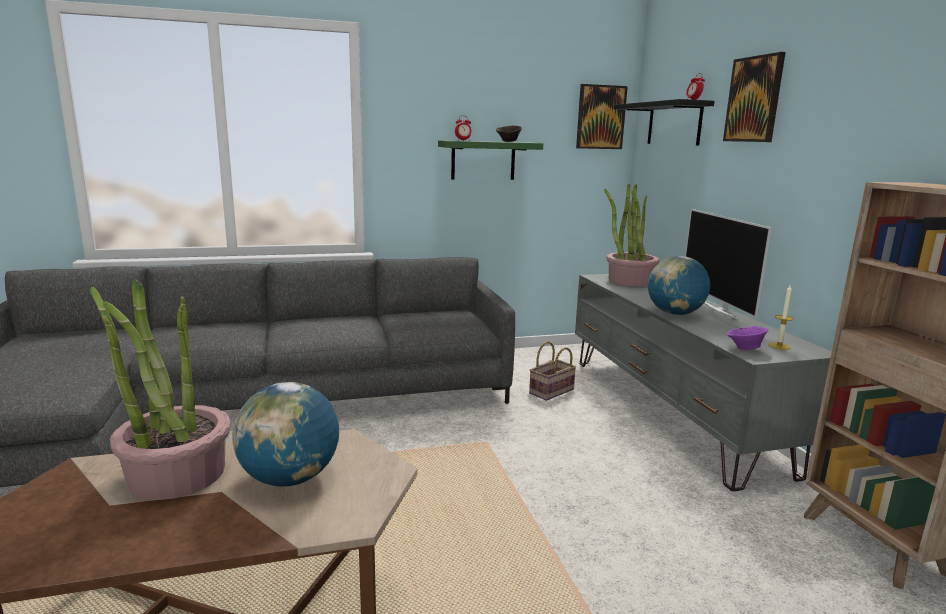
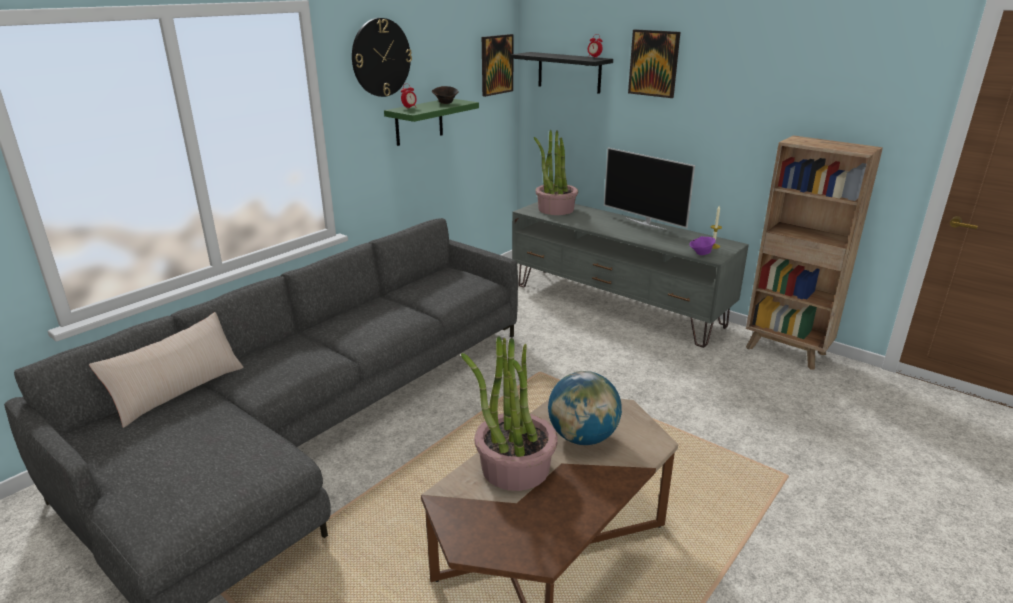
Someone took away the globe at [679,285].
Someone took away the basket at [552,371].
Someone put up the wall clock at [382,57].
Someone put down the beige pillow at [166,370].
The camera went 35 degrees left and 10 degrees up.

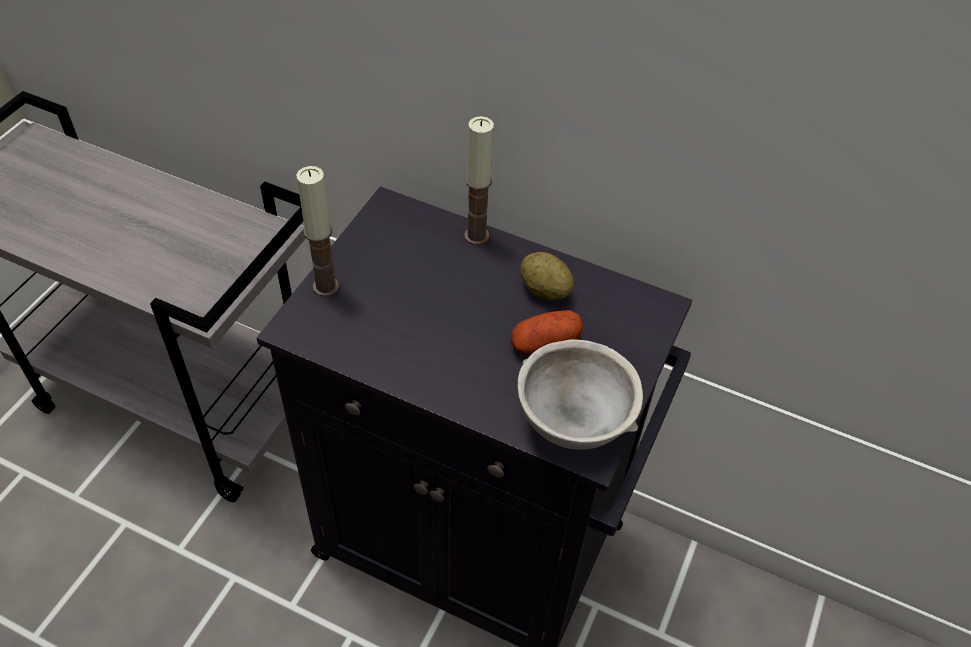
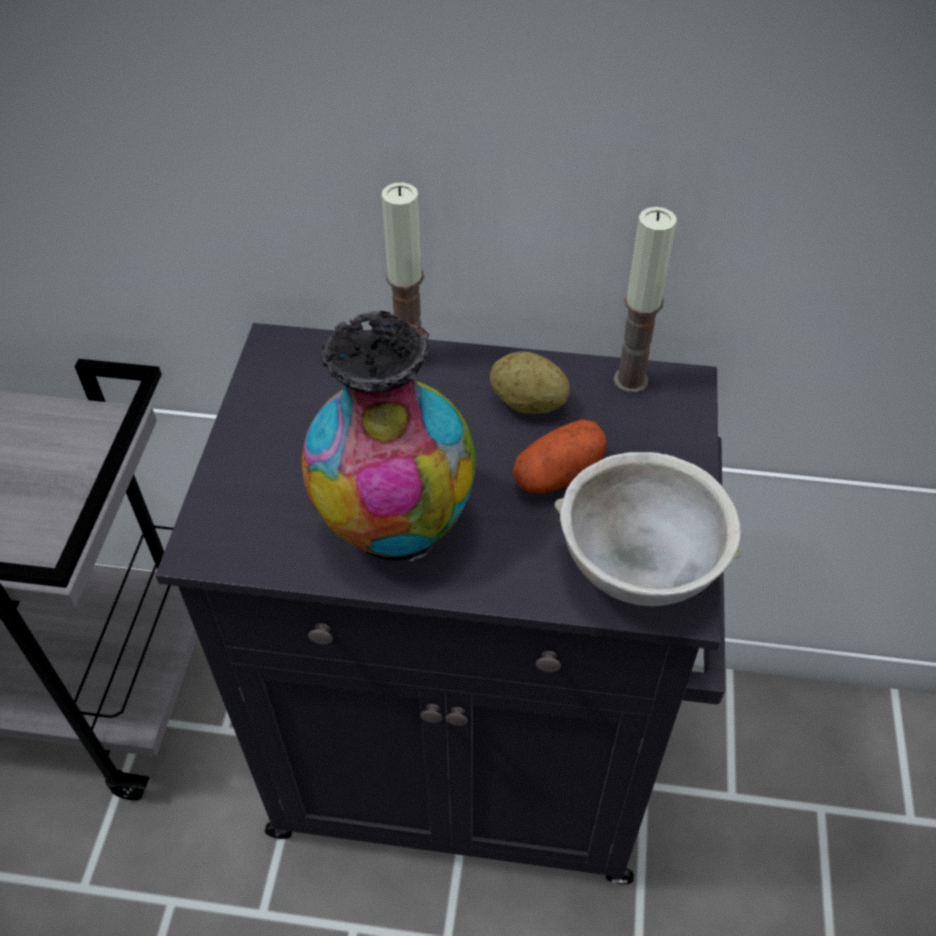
Someone carried the candle from [317,231] to [645,300].
Someone put down the vase at [389,436].
The camera went 15 degrees left and 0 degrees up.

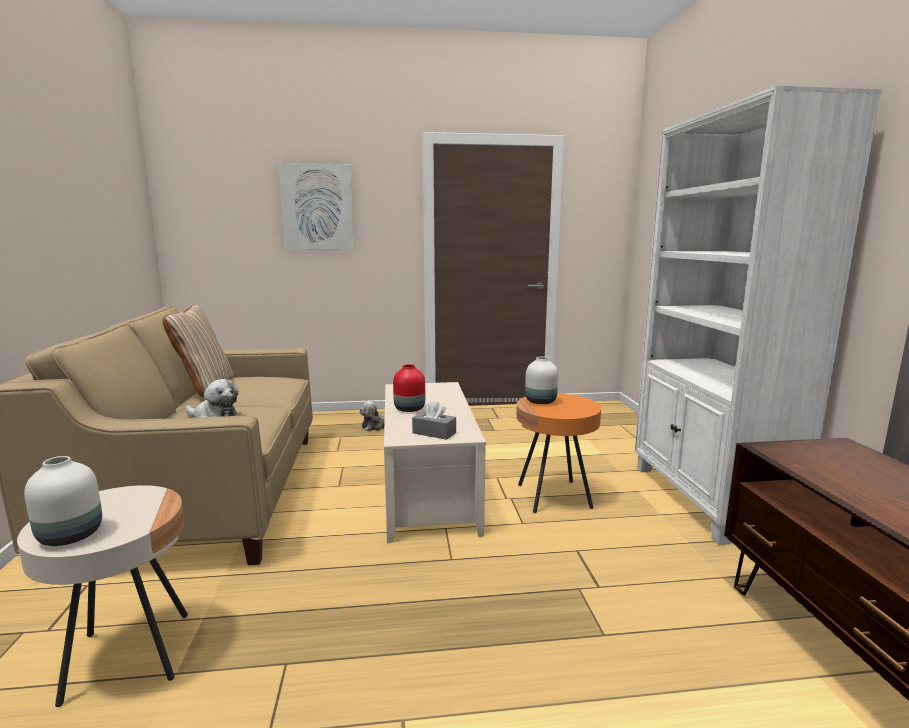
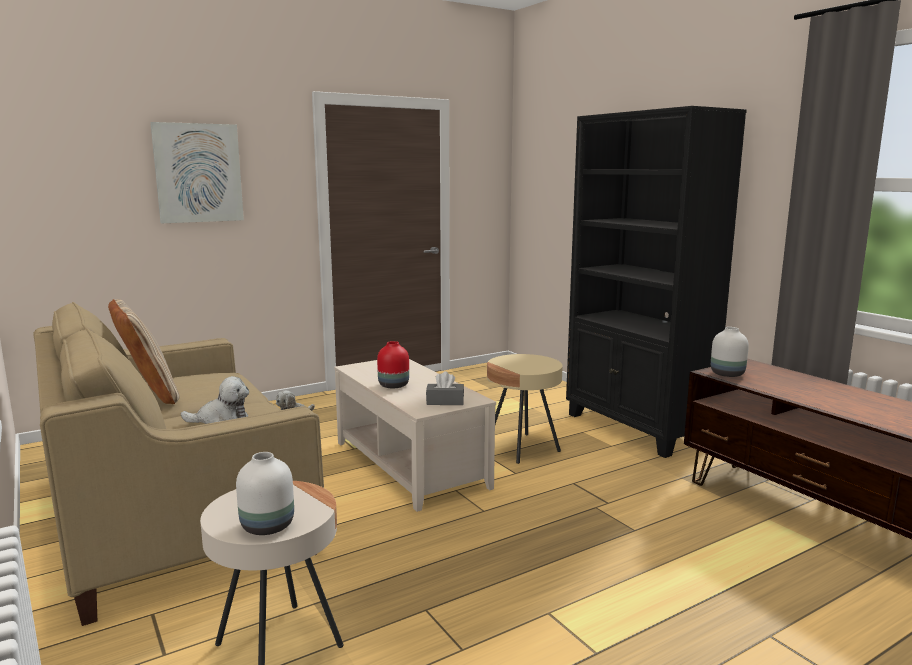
Someone repainted the white bookcase at [758,315], which became the black bookcase at [656,282].
Someone carried the white vase from [541,380] to [730,352].
Someone repainted the orange side table at [558,453], which became the beige side table at [525,409].
The camera went 25 degrees left and 0 degrees up.

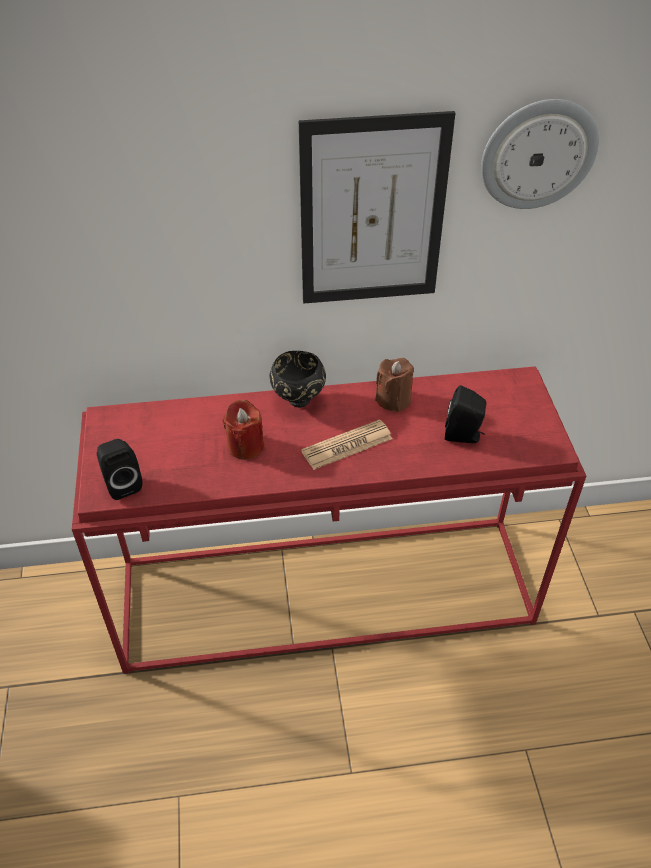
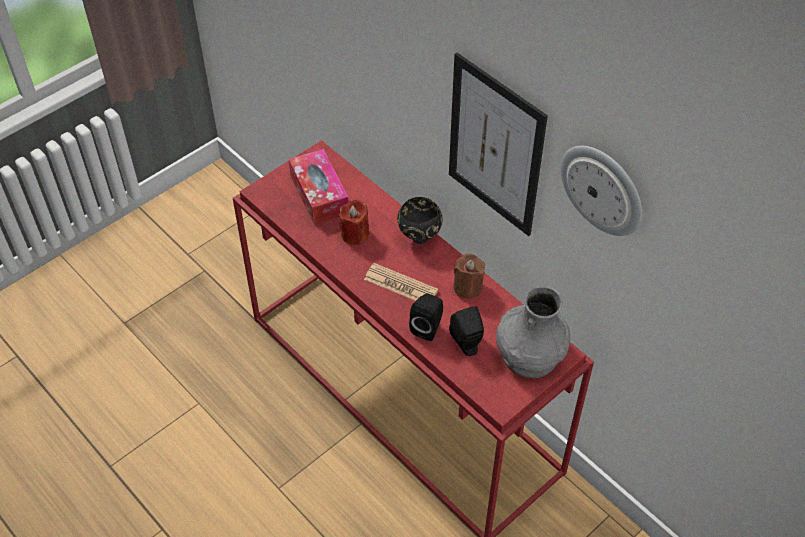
Someone carried the black speaker from [119,469] to [426,317].
Someone put down the tissue box at [319,186].
Someone put down the grey vase at [533,332].
The camera went 55 degrees right and 5 degrees up.

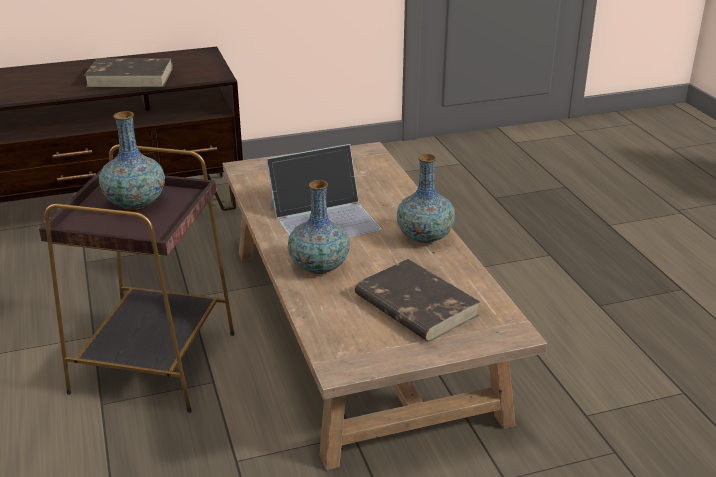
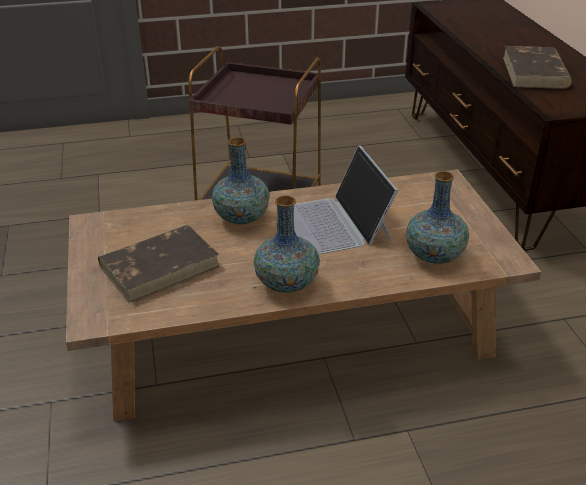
Someone carried the vase from [132,160] to [437,217].
The camera went 95 degrees right and 5 degrees up.

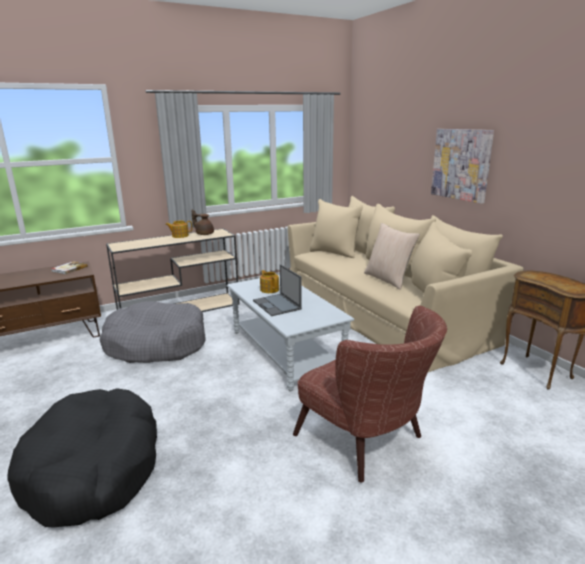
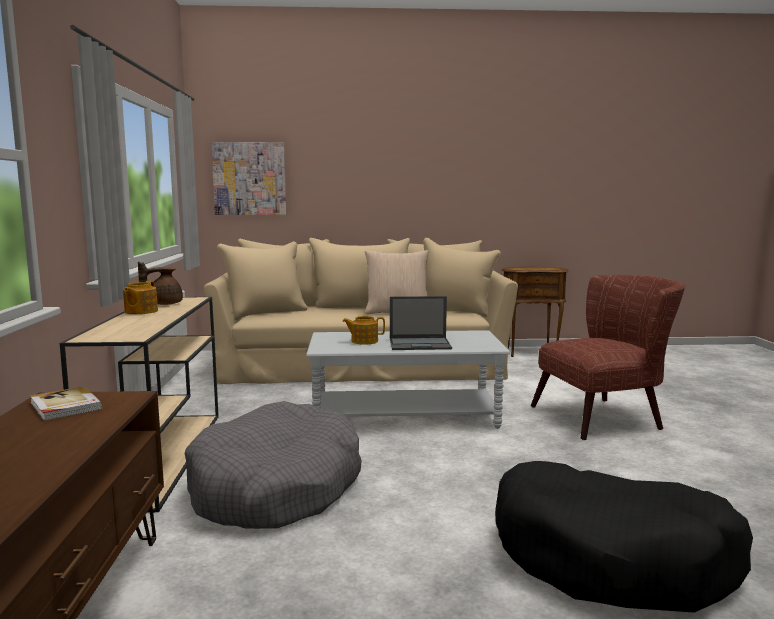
Someone carried the picture from [462,166] to [248,178].
The camera went 65 degrees left and 10 degrees down.

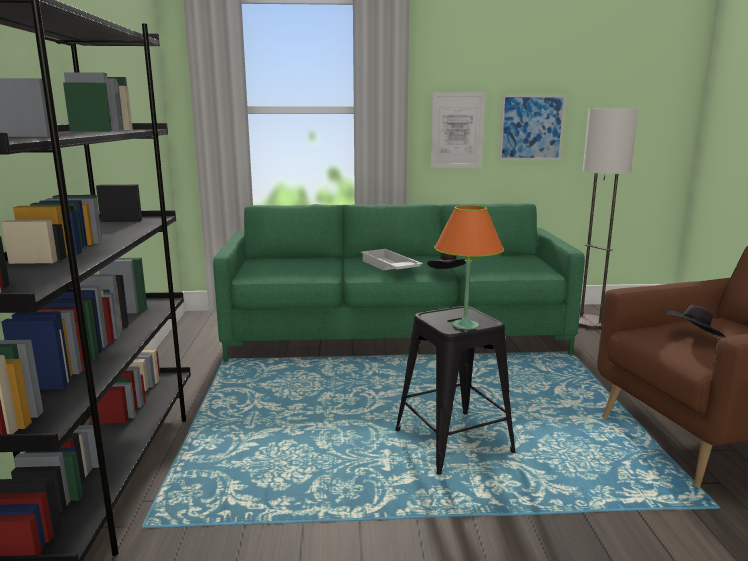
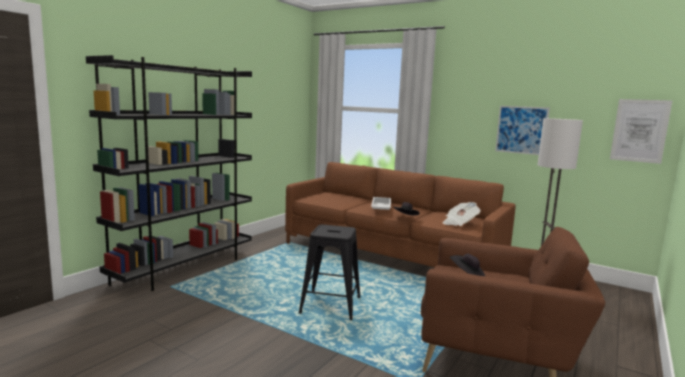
Someone carried the picture from [458,130] to [641,131].
Someone repainted the green sofa at [399,282], which became the brown sofa at [400,214].
Someone took away the orange table lamp at [469,267].
Someone put down the newspaper at [461,214].
The camera went 35 degrees right and 5 degrees down.

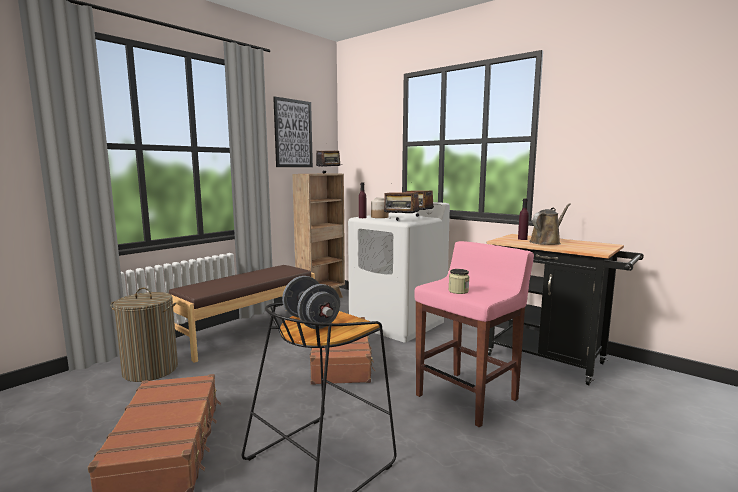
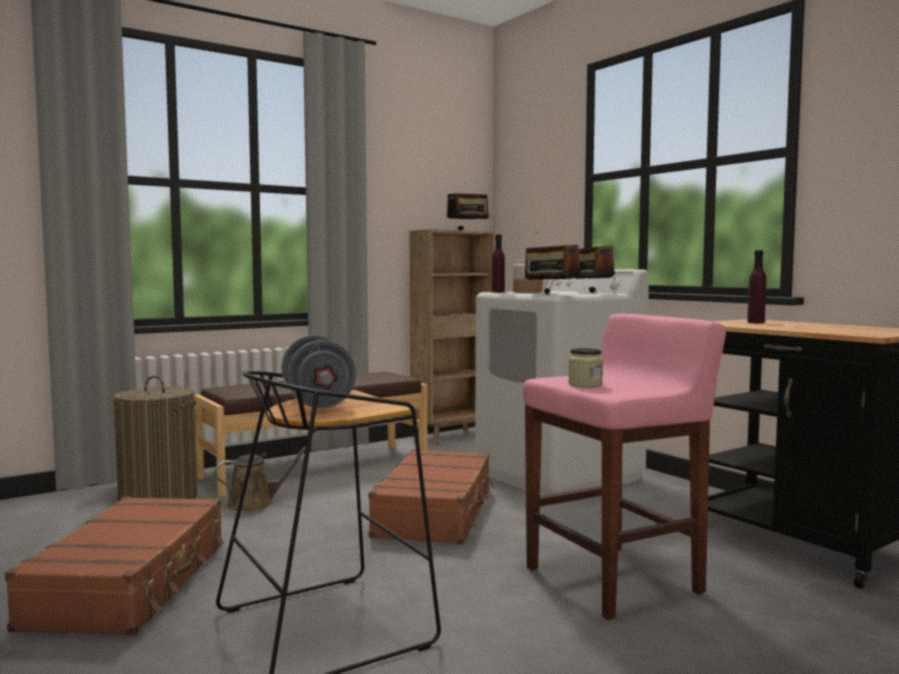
Someone took away the picture at [293,131].
Someone carried the brown watering can from [550,224] to [263,477].
The camera went 15 degrees right and 5 degrees down.

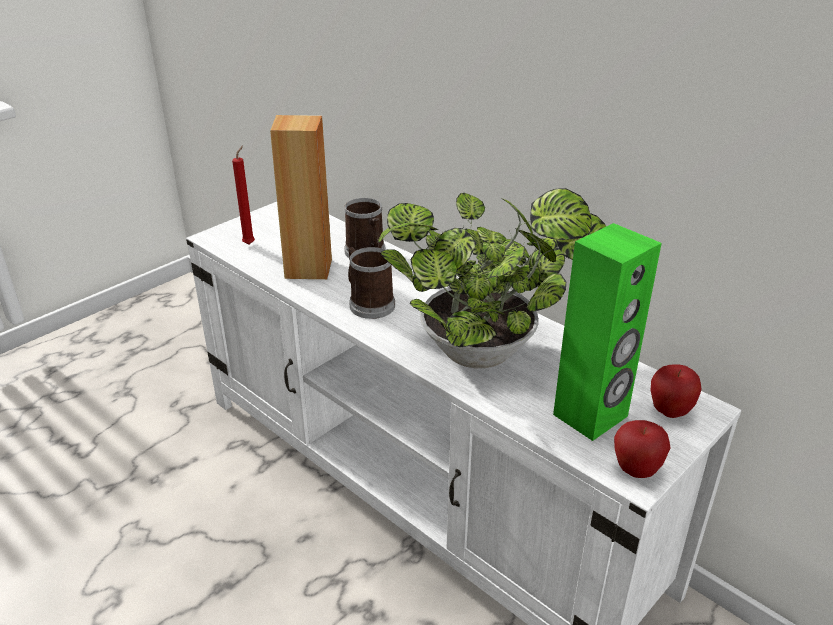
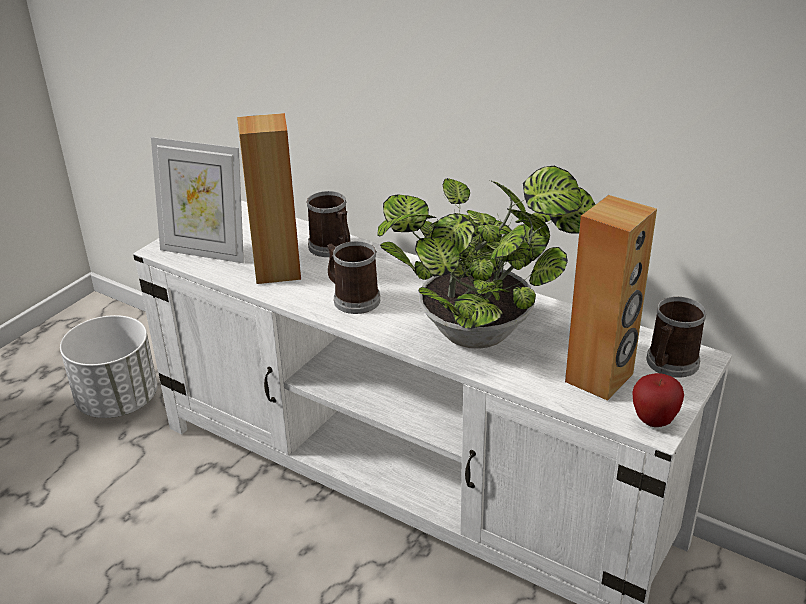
Someone swapped the red candle at [243,194] for the picture frame at [197,200].
Someone repainted the green speaker at [607,332], which became the brown speaker at [611,298].
Someone swapped the apple at [676,391] for the mug at [676,337].
Someone put down the white planter at [108,366].
The camera went 10 degrees left and 0 degrees up.

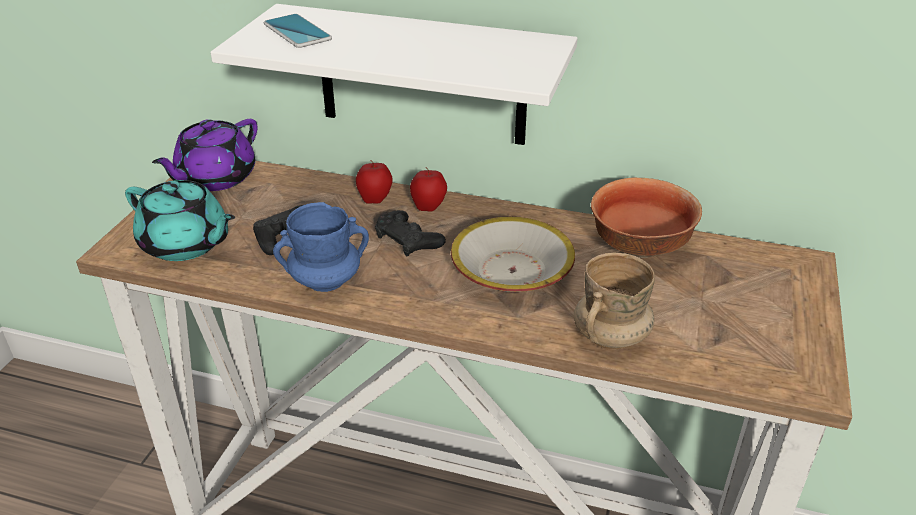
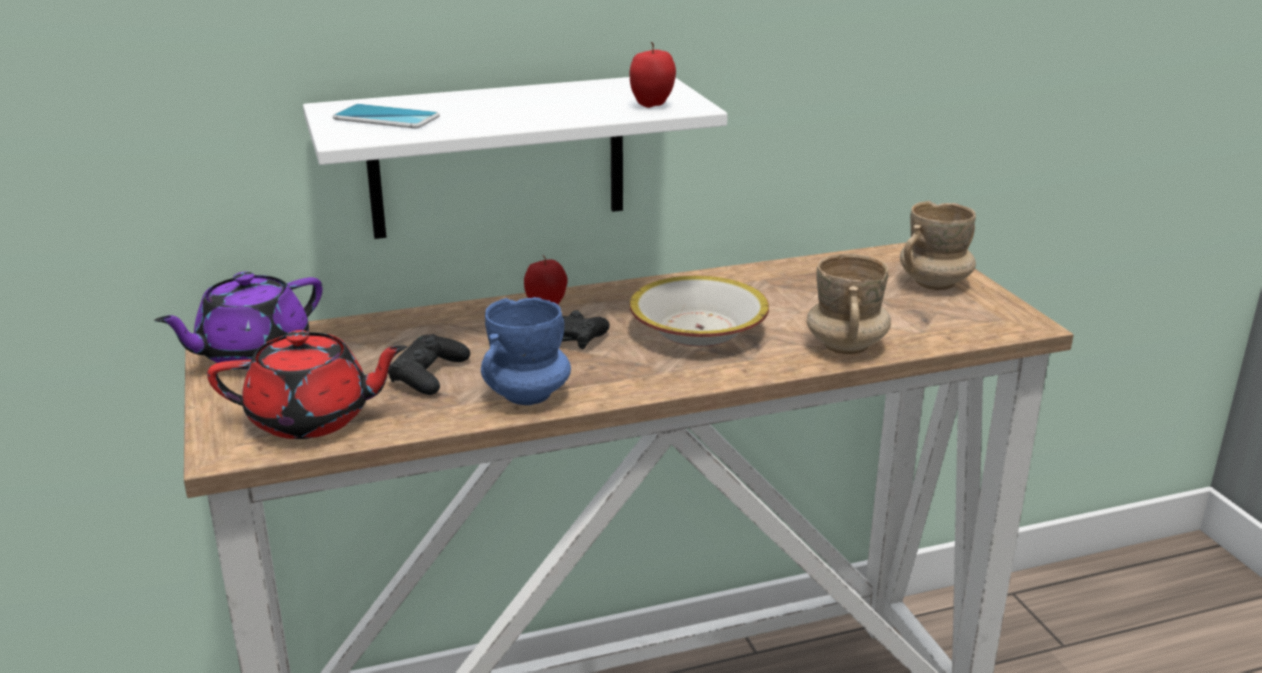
Someone rotated the purple teapot at [204,155] by 45 degrees clockwise.
Someone carried the apple from [374,182] to [653,75].
Someone took away the bowl at [646,218].
Someone repainted the turquoise teapot at [180,220], which became the red teapot at [307,384].
Someone put down the beige mug at [938,245].
The camera went 35 degrees left and 10 degrees down.

